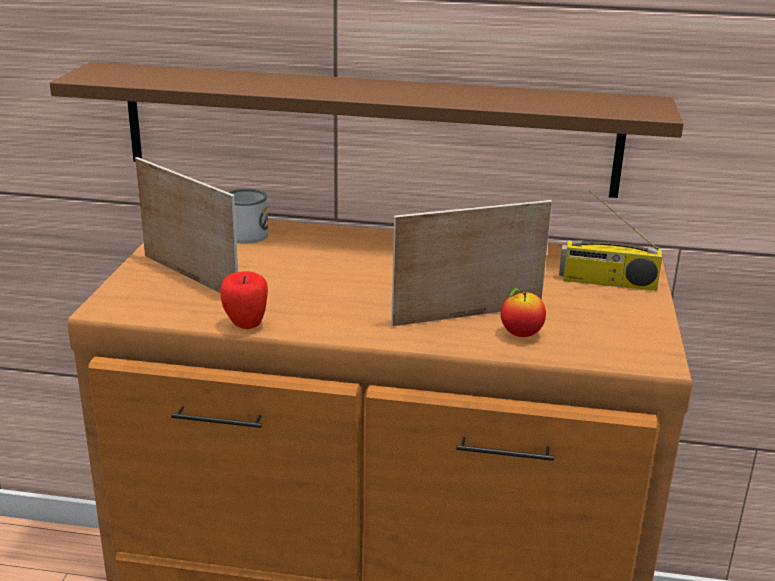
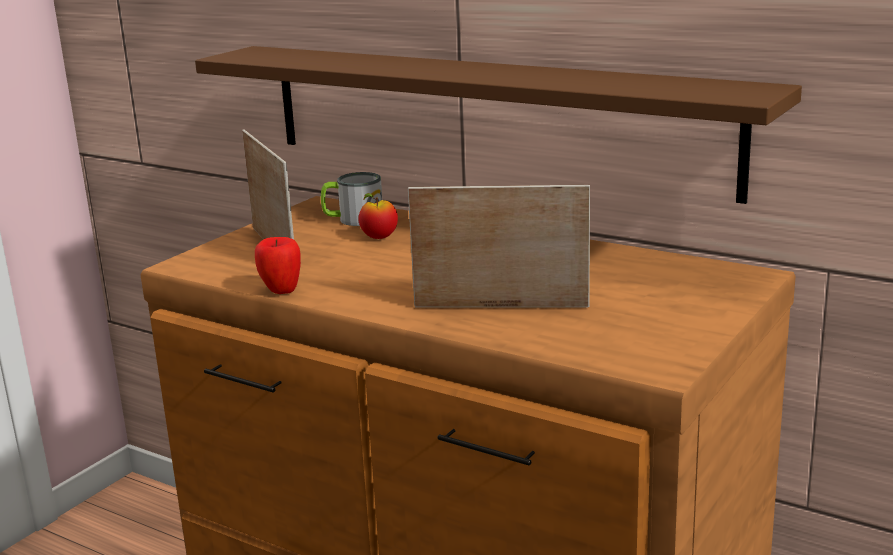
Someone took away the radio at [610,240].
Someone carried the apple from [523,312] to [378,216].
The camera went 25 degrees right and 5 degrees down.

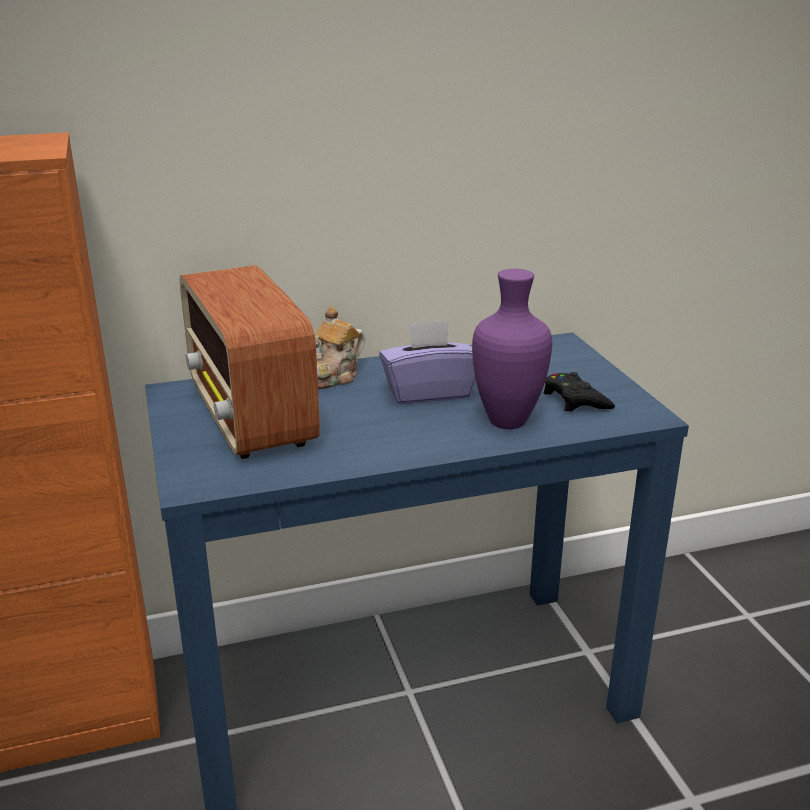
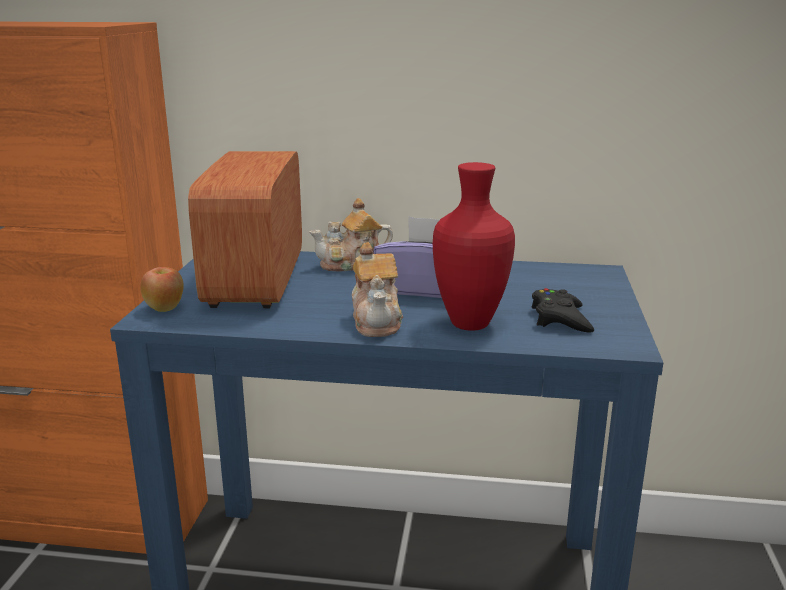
Someone repainted the purple vase at [512,349], which became the red vase at [474,246].
Someone put down the teapot at [377,289].
Someone put down the apple at [162,289].
The camera went 25 degrees right and 5 degrees down.

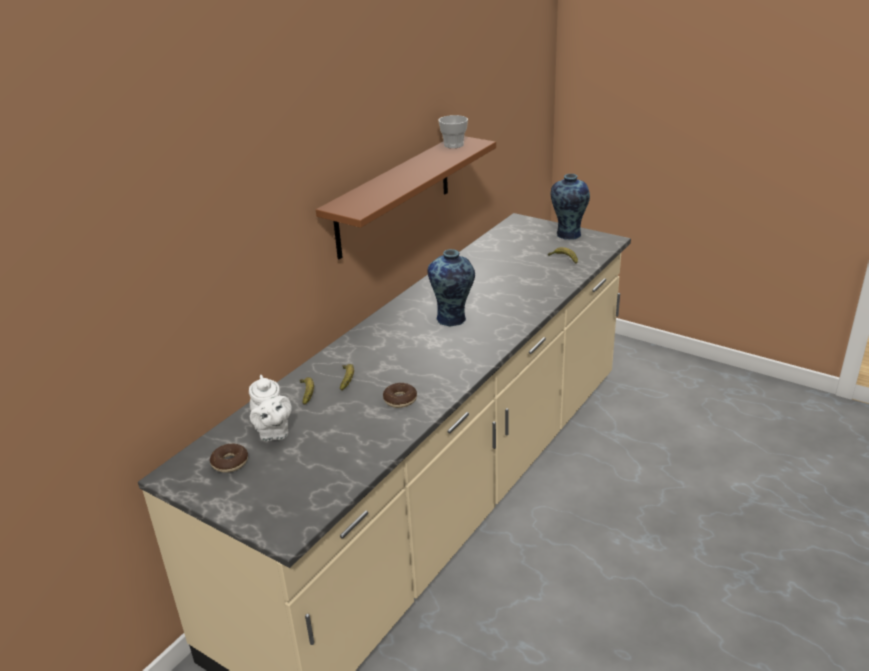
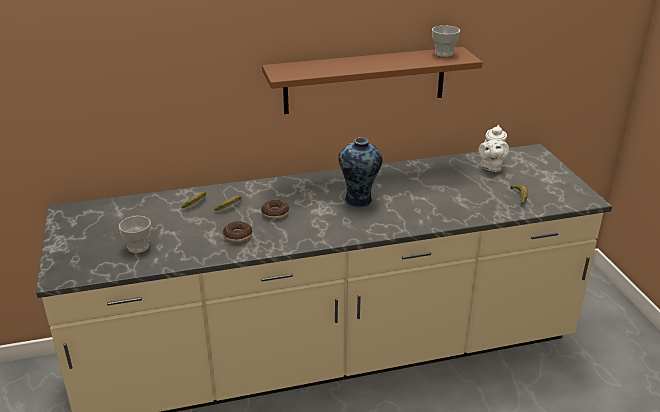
Someone took away the vase at [570,207].
Someone carried the white teapot from [270,408] to [493,148].
Someone carried the donut from [229,458] to [275,209].
Someone put down the cup at [135,234].
The camera went 40 degrees right and 0 degrees up.

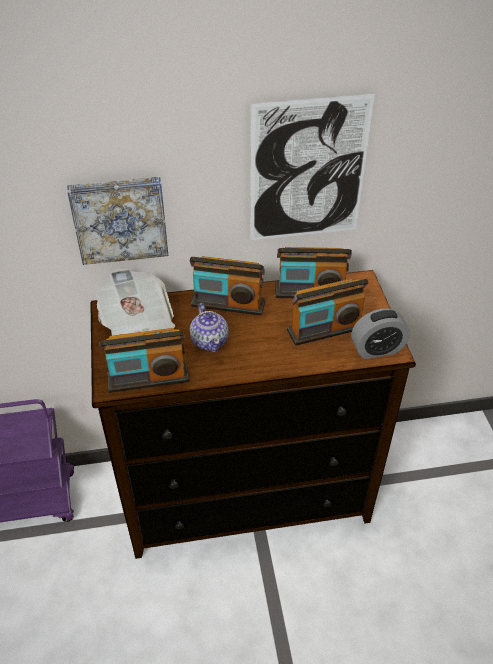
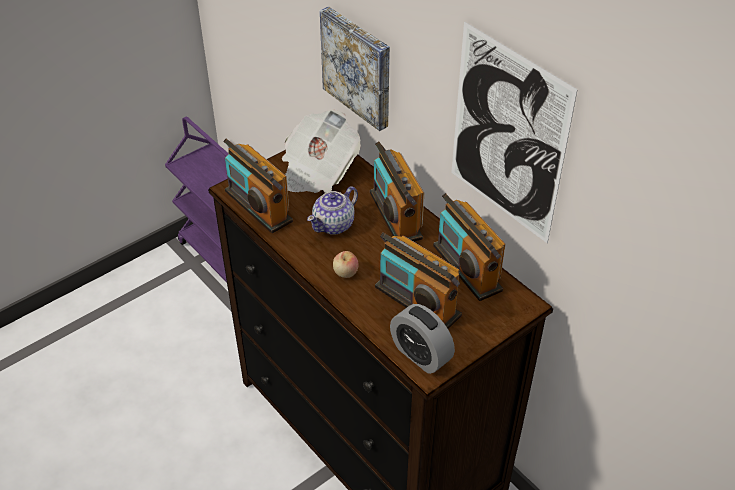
Someone put down the apple at [345,264].
The camera went 60 degrees right and 0 degrees up.

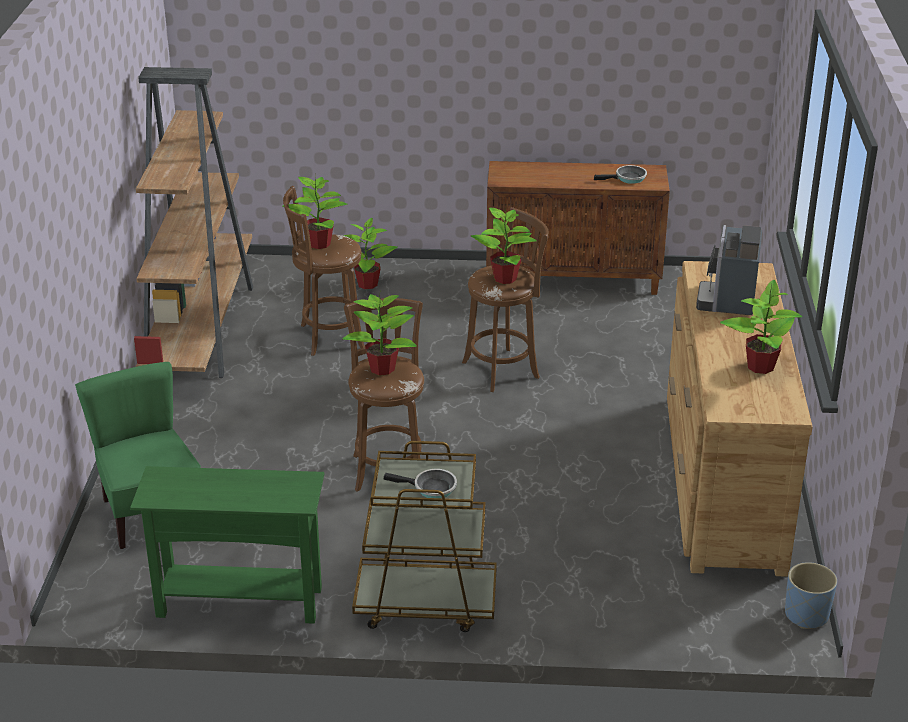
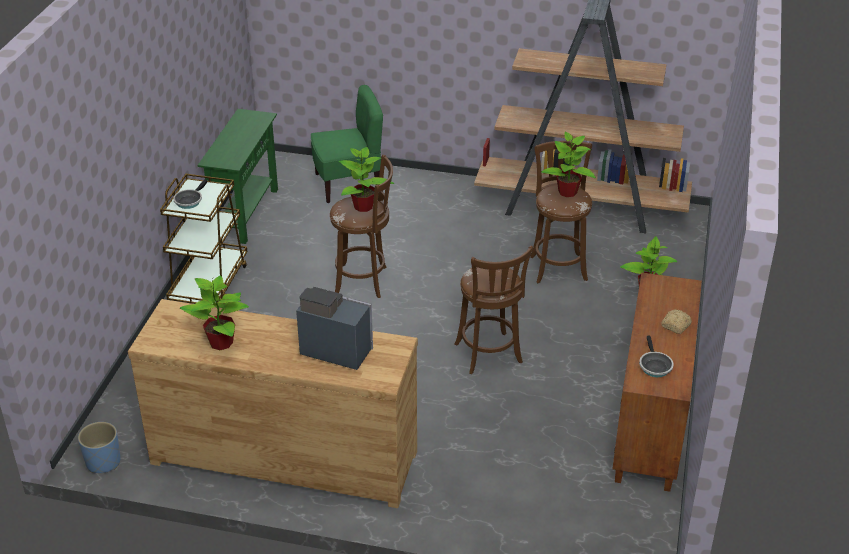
Someone took away the potted plant at [504,245].
Someone put down the bread at [676,321].
The camera went 100 degrees right and 5 degrees up.

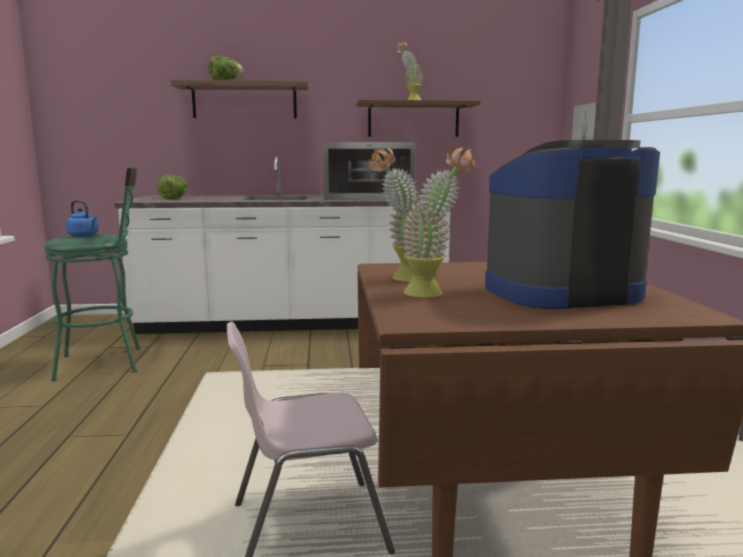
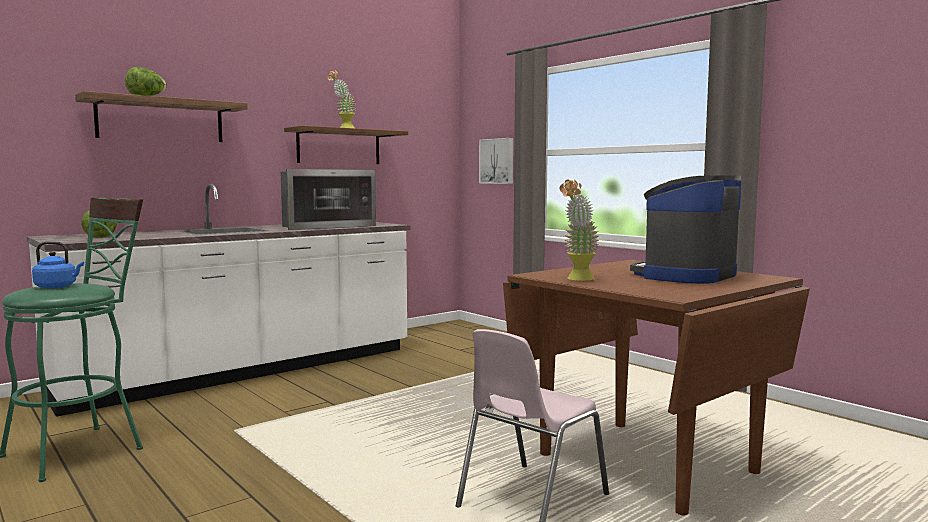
Someone took away the potted plant at [438,222].
The camera went 35 degrees left and 5 degrees down.

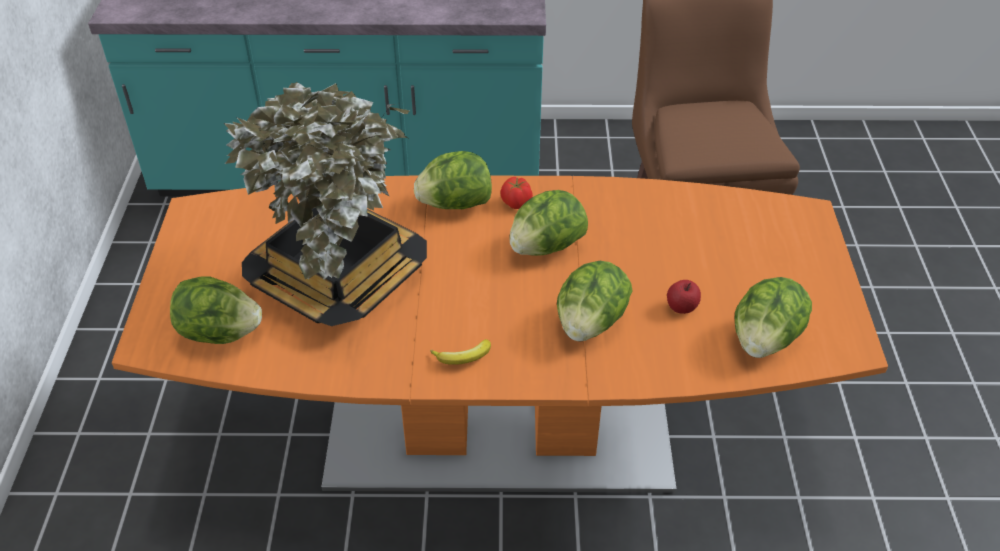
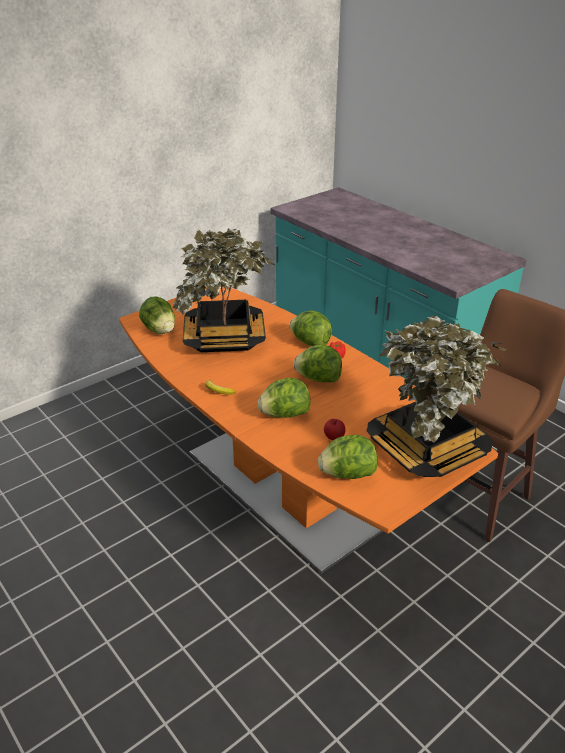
Someone put down the potted plant at [436,396].
The camera went 50 degrees right and 10 degrees down.

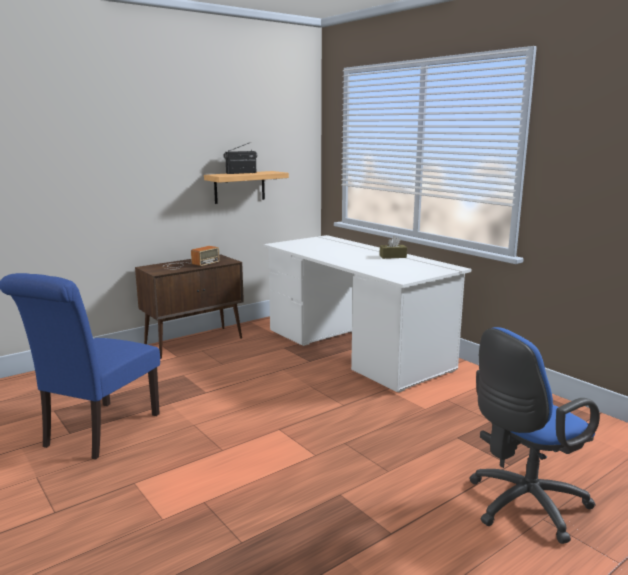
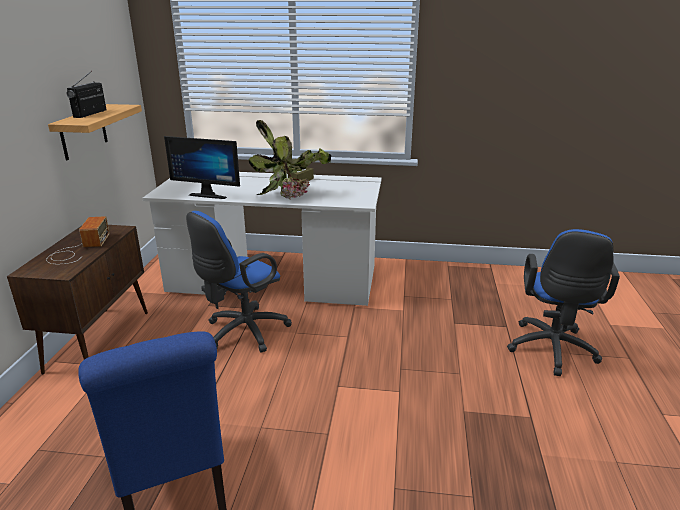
Someone put down the potted plant at [290,159].
Someone put down the monitor at [202,167].
Someone put down the blue office chair at [239,282].
The camera went 45 degrees left and 10 degrees up.

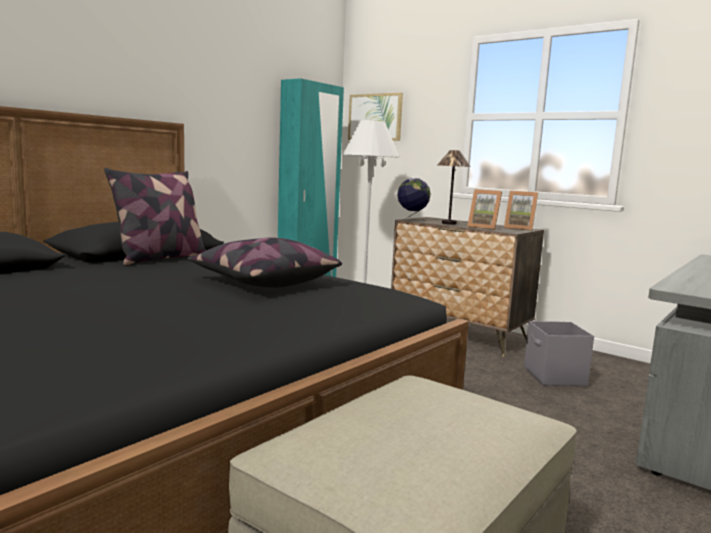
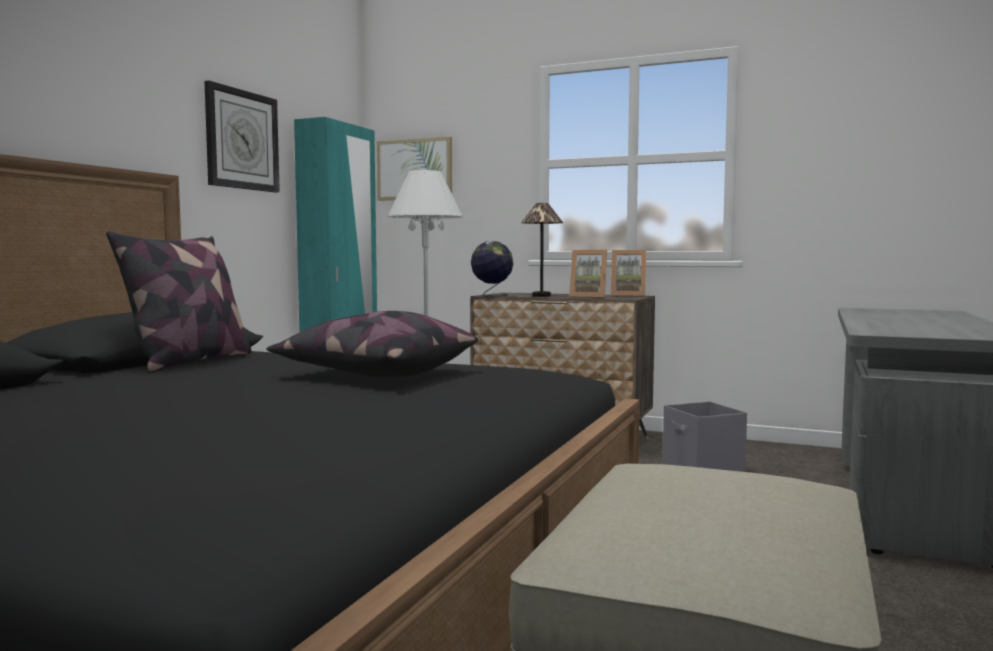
Someone put up the wall clock at [242,136].
The camera went 15 degrees left and 5 degrees down.

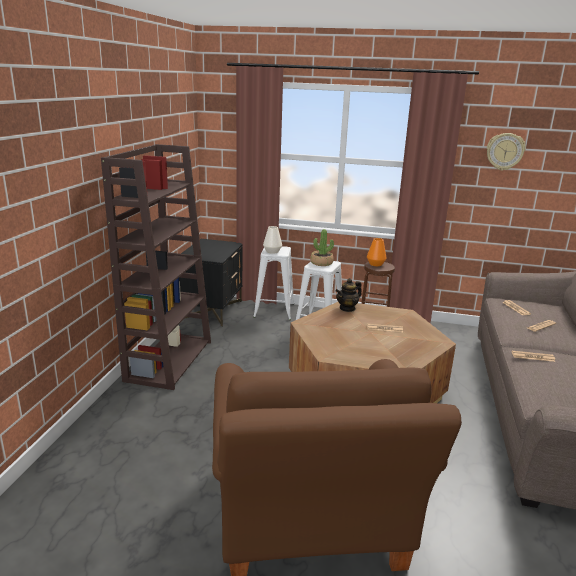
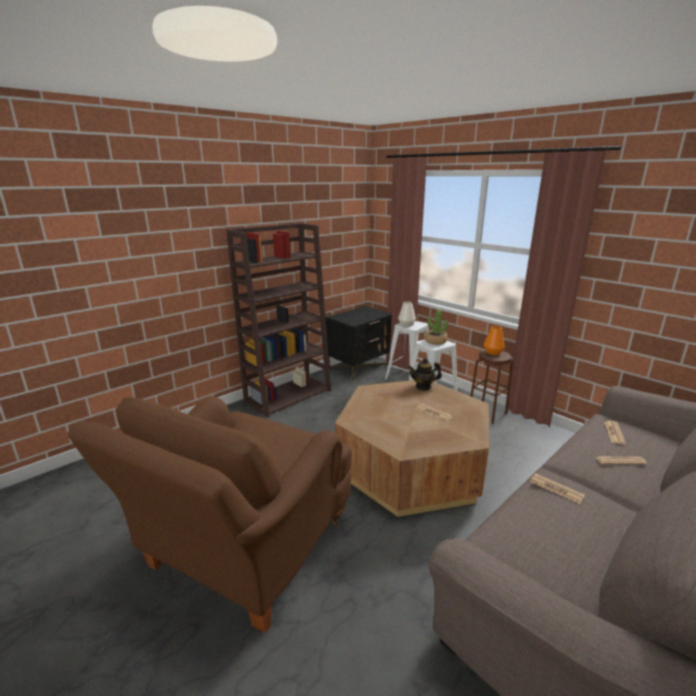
Someone took away the wall clock at [506,152].
The camera went 35 degrees right and 0 degrees up.

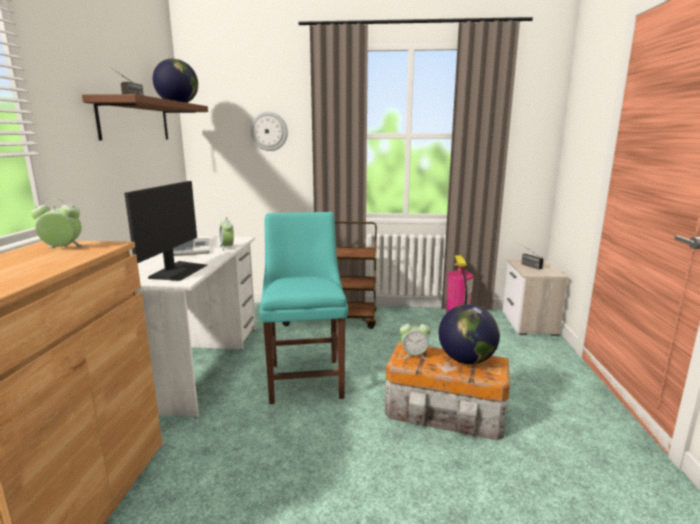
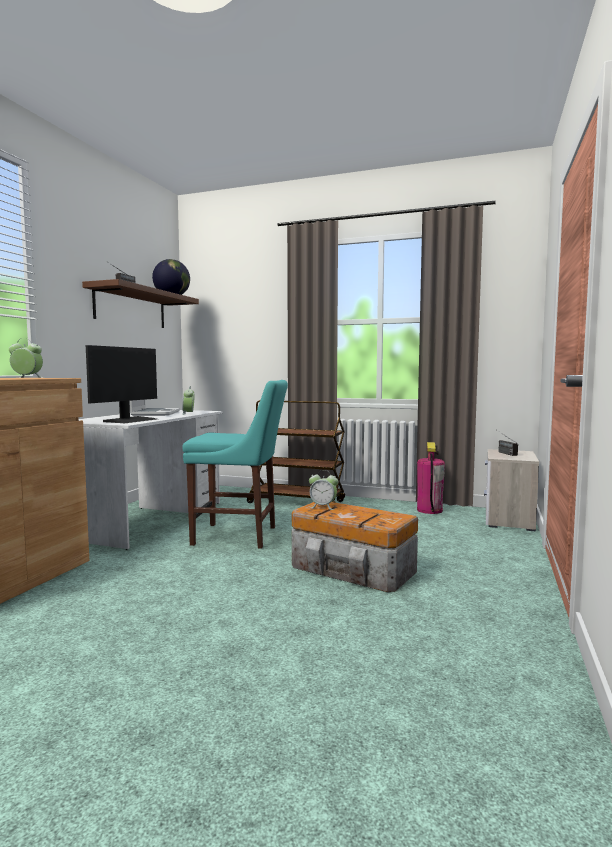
Someone took away the wall clock at [269,131].
Someone rotated the turquoise chair at [304,308] by 90 degrees clockwise.
Someone took away the globe at [469,334].
The camera went 15 degrees right and 10 degrees down.

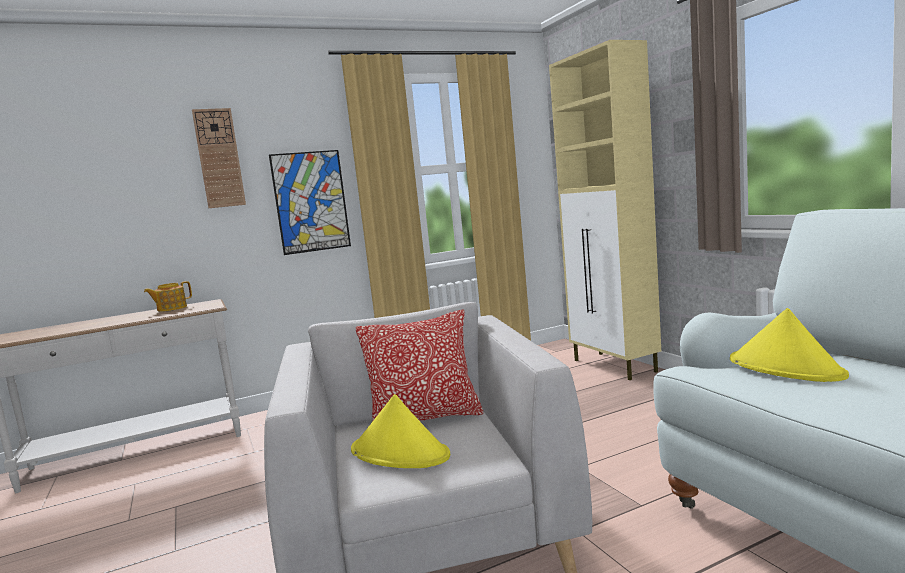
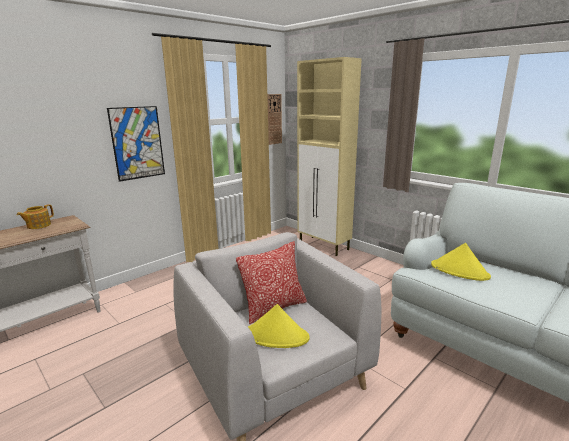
Someone carried the wall clock from [219,158] to [274,119].
The camera went 20 degrees left and 10 degrees up.

